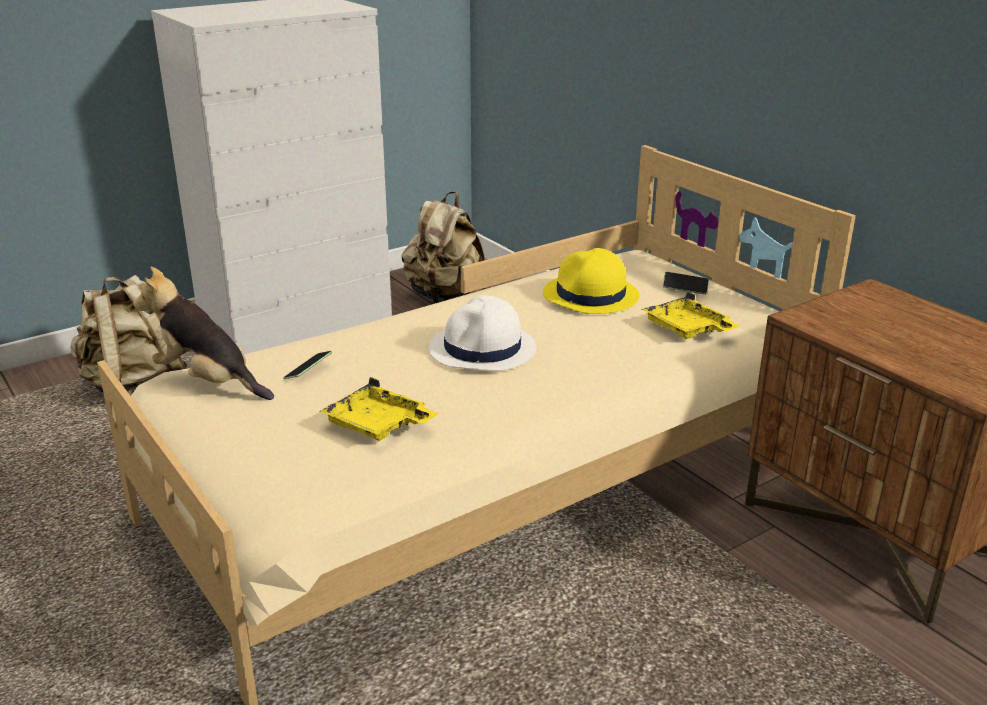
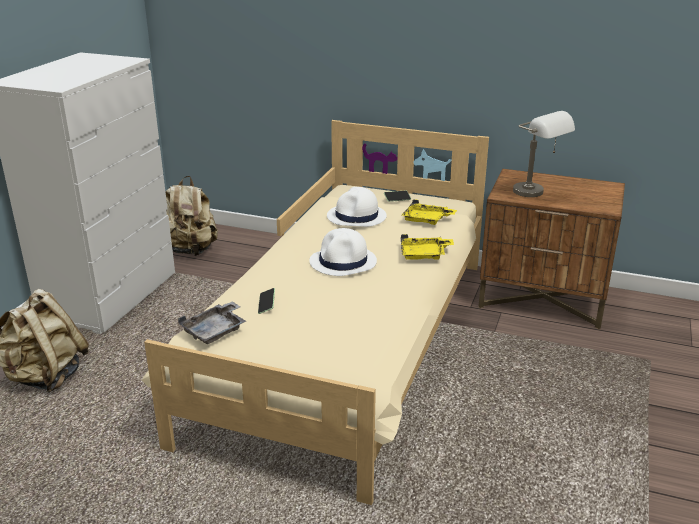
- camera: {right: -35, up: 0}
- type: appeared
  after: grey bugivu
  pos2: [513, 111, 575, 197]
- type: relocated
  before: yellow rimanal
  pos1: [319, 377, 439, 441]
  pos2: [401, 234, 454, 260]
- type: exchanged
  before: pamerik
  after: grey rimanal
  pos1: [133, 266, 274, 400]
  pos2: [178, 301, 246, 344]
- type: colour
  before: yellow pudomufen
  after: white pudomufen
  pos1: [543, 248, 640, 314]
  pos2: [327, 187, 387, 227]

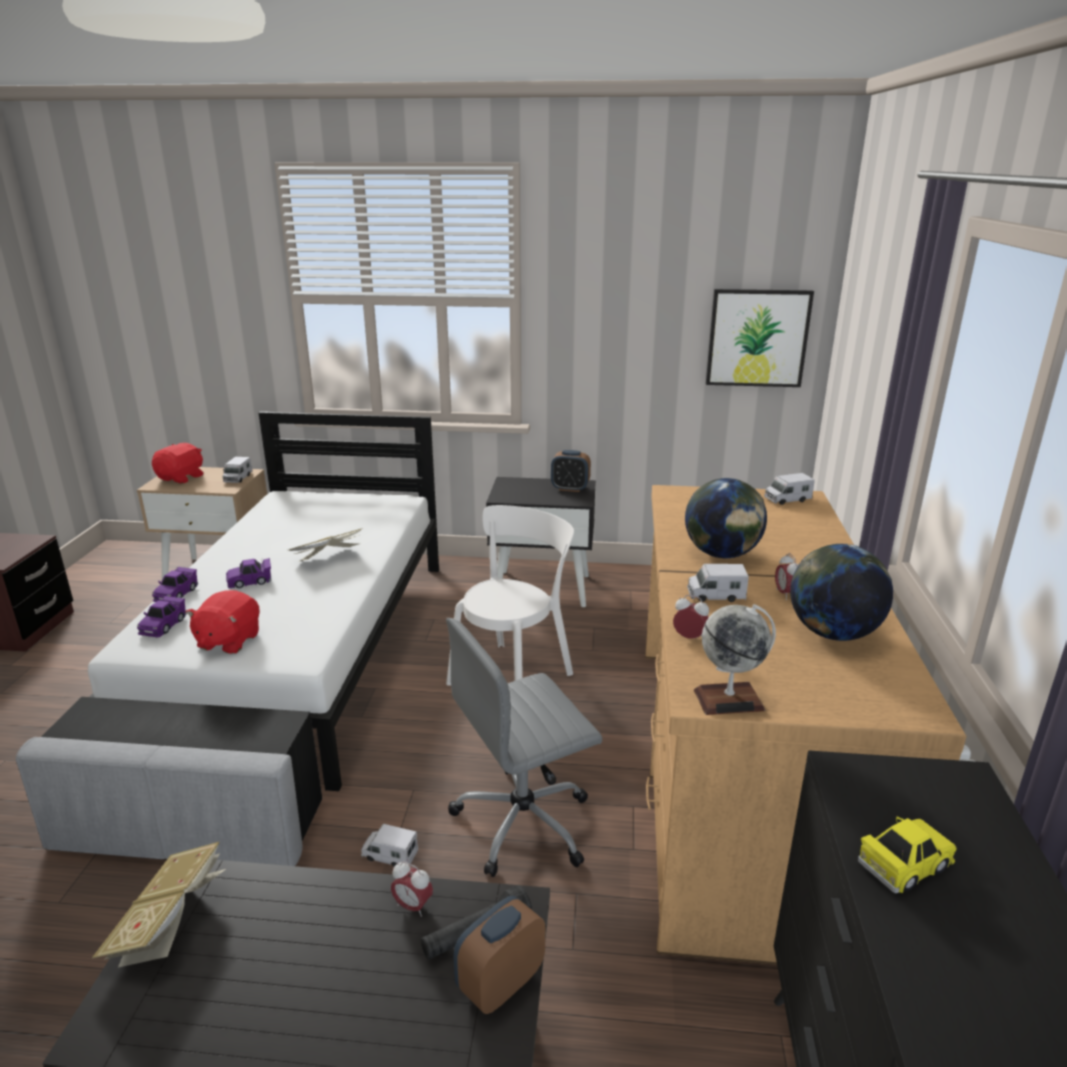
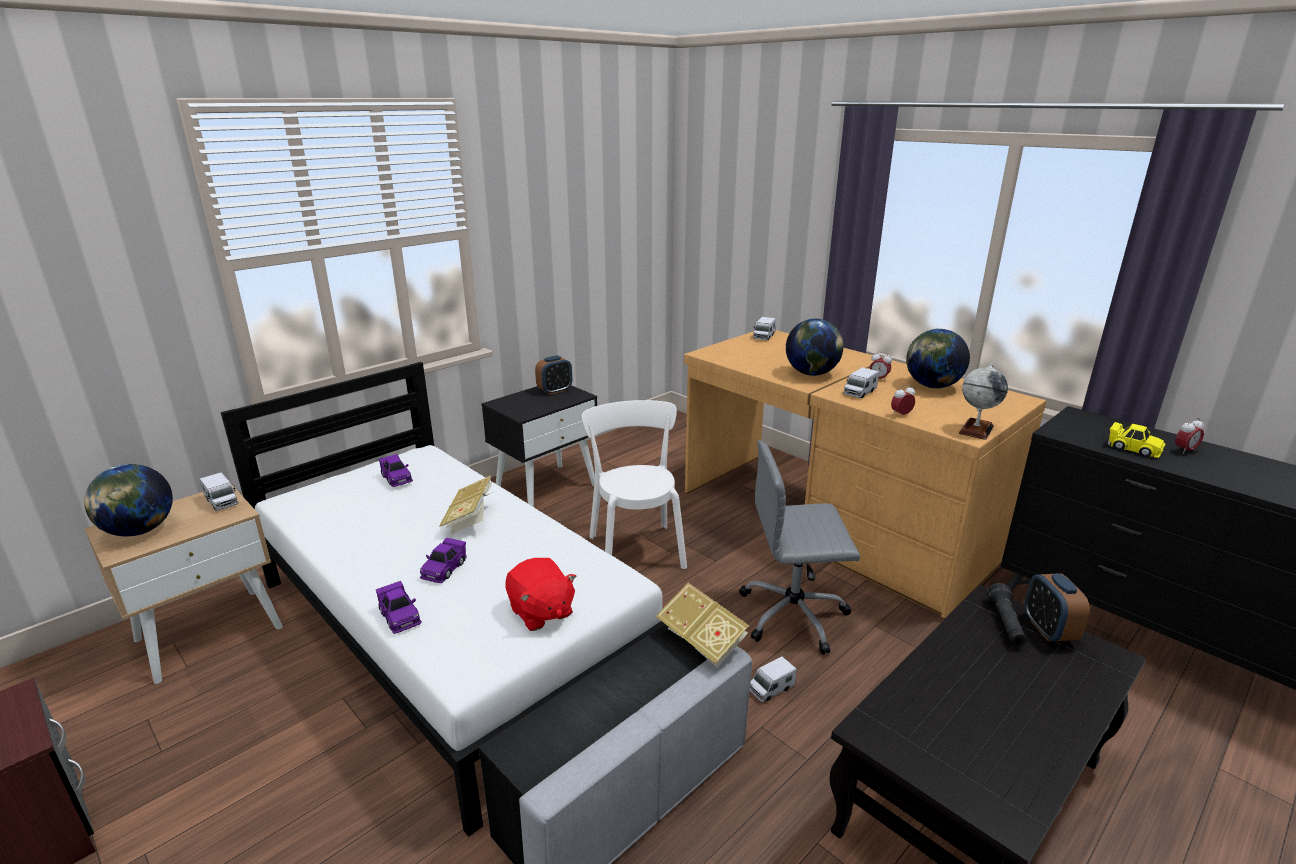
- camera: {right: -50, up: 0}
- type: missing
  before: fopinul
  pos1: [706, 289, 814, 387]
- type: relocated
  before: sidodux
  pos1: [92, 842, 226, 967]
  pos2: [656, 583, 749, 668]
- type: relocated
  before: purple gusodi
  pos1: [137, 596, 187, 637]
  pos2: [379, 454, 413, 487]
- type: relocated
  before: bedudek
  pos1: [391, 861, 433, 917]
  pos2: [1175, 418, 1204, 454]
- type: exchanged
  before: red pamerik
  after: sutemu
  pos1: [152, 443, 203, 484]
  pos2: [84, 464, 173, 536]
- type: spun
  before: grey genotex
  pos1: [446, 618, 602, 877]
  pos2: [739, 440, 860, 655]
  turn: 75
- type: spun
  before: yellow gusodi
  pos1: [858, 817, 957, 893]
  pos2: [1108, 422, 1166, 458]
  turn: 120

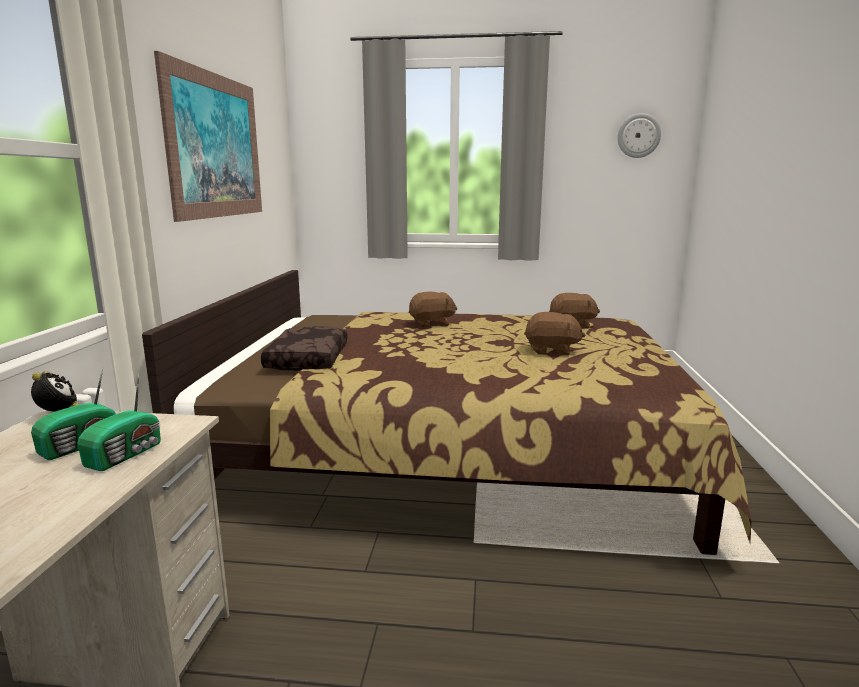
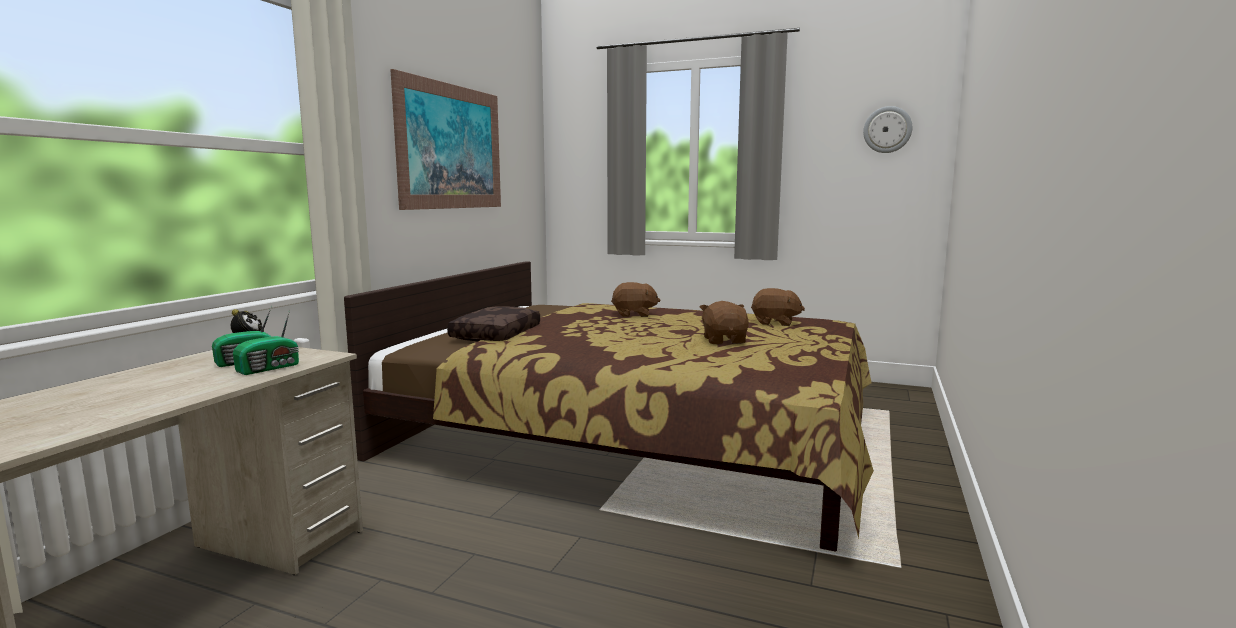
- camera: {right: 15, up: -5}
- type: spun
  before: brown pamerik
  pos1: [524, 312, 585, 356]
  pos2: [700, 301, 749, 344]
  turn: -120

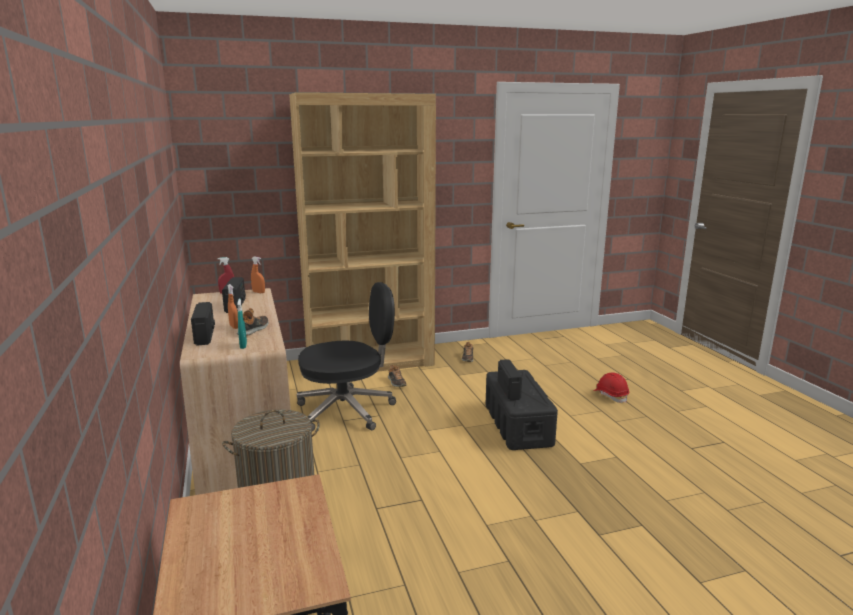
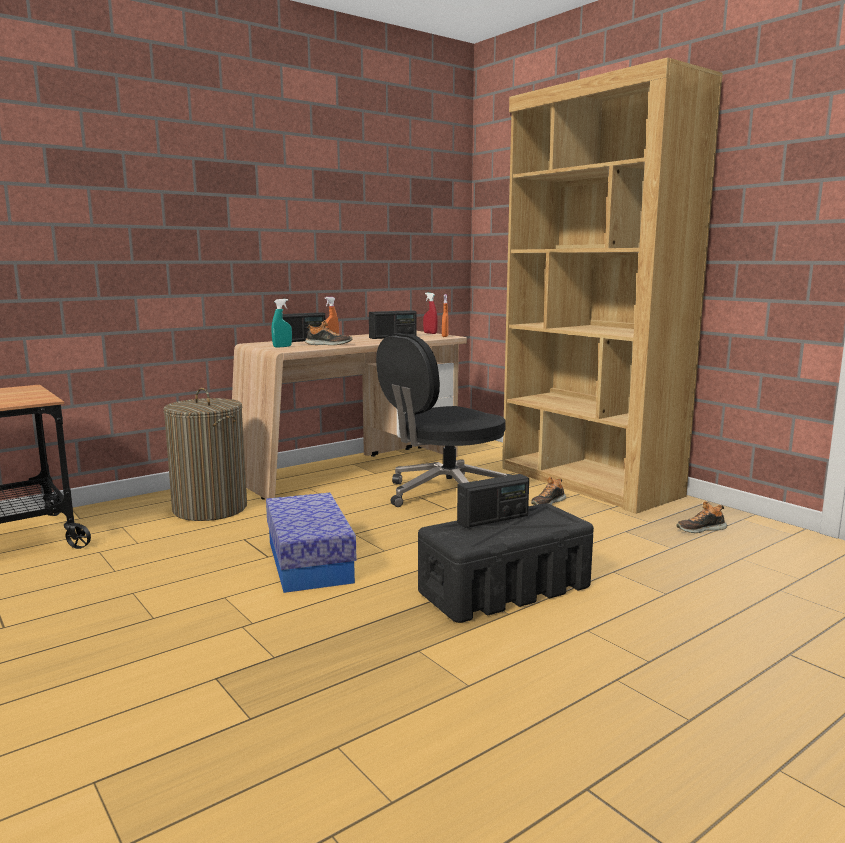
- camera: {right: 70, up: -5}
- type: missing
  before: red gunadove
  pos1: [593, 372, 629, 403]
- type: appeared
  after: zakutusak
  pos2: [266, 493, 357, 593]
- type: spun
  before: black genotex
  pos1: [297, 282, 396, 431]
  pos2: [376, 333, 511, 507]
  turn: 90

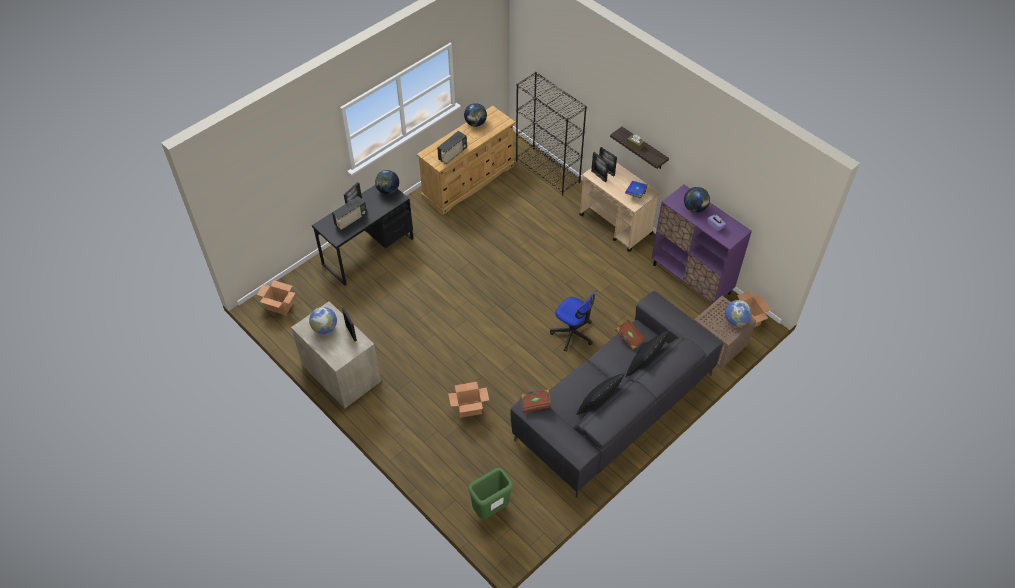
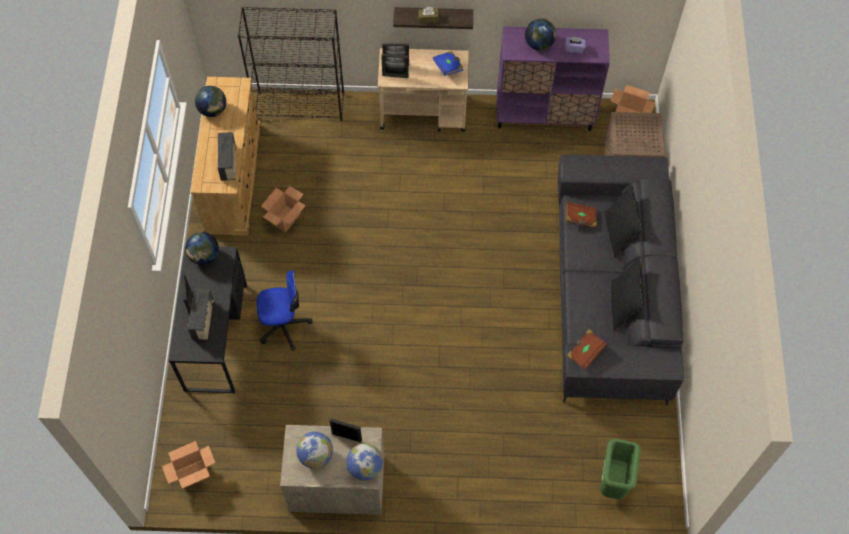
- camera: {right: -45, up: 10}
- type: relocated
  before: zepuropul
  pos1: [448, 382, 489, 418]
  pos2: [261, 186, 306, 233]
- type: relocated
  before: genotex
  pos1: [550, 291, 596, 352]
  pos2: [257, 270, 312, 351]
- type: relocated
  before: sutemu
  pos1: [725, 300, 752, 327]
  pos2: [346, 443, 383, 480]

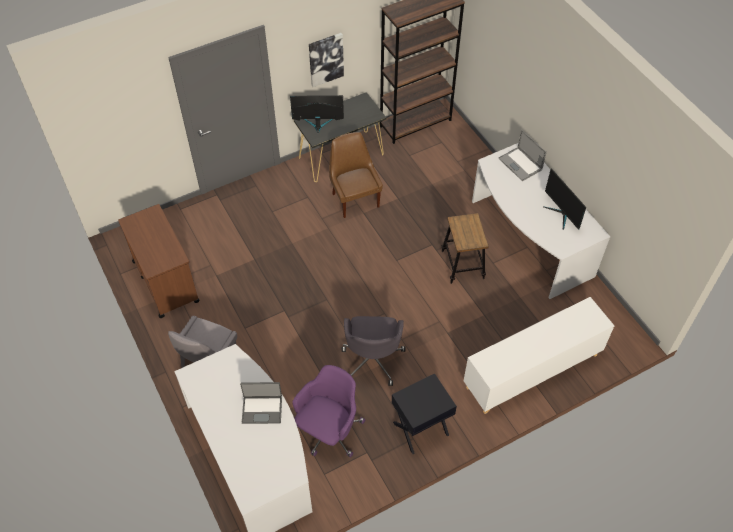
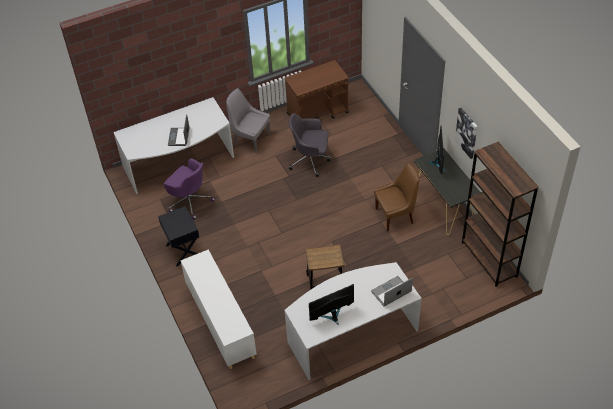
- camera: {right: 95, up: -5}
- type: relocated
  before: grey genotex
  pos1: [341, 316, 405, 386]
  pos2: [289, 113, 331, 177]

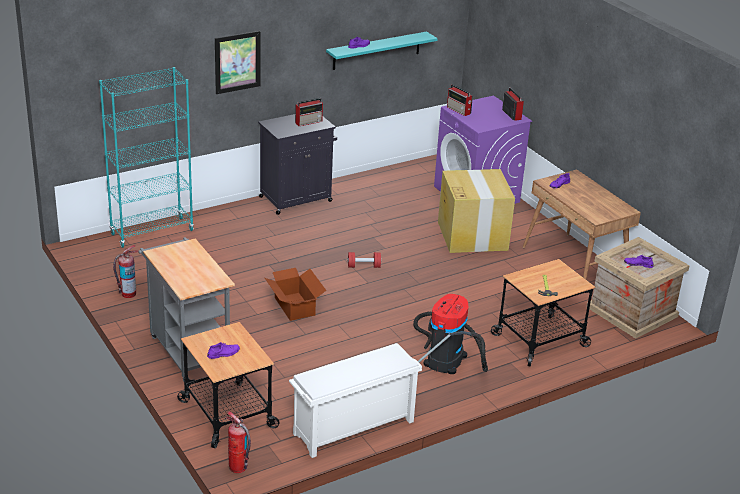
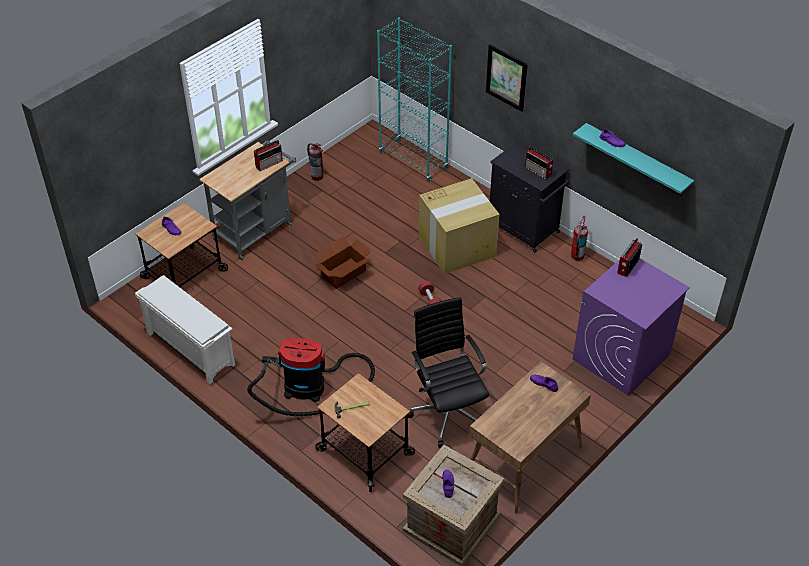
- camera: {right: 75, up: 15}
- type: appeared
  after: black genotex
  pos2: [408, 297, 489, 448]
- type: relocated
  before: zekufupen
  pos1: [226, 411, 251, 473]
  pos2: [571, 216, 588, 261]
- type: relocated
  before: zepuropul
  pos1: [438, 169, 515, 253]
  pos2: [419, 178, 500, 274]
- type: relocated
  before: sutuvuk
  pos1: [502, 88, 524, 121]
  pos2: [254, 140, 283, 171]

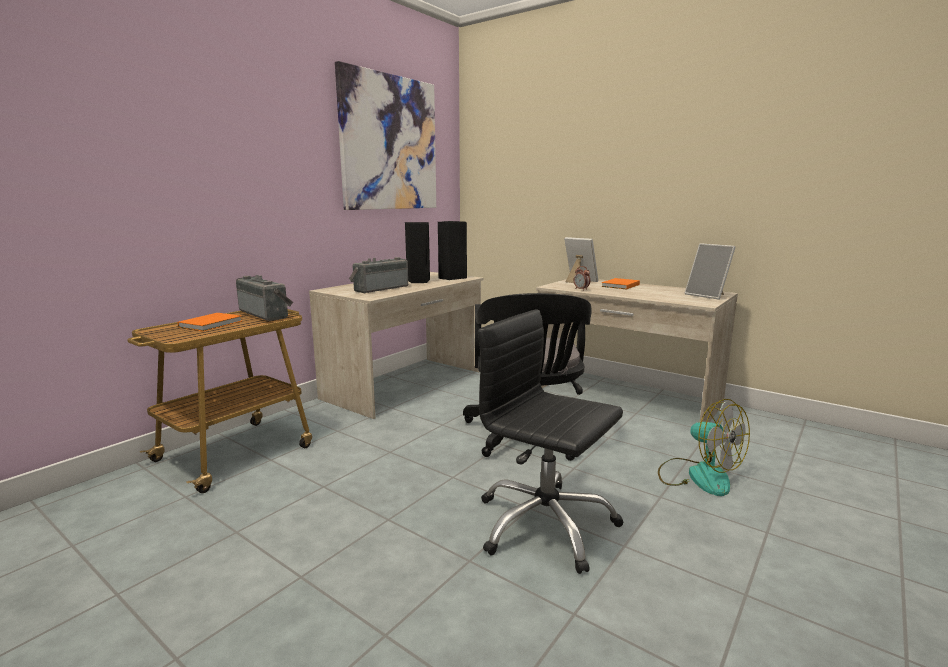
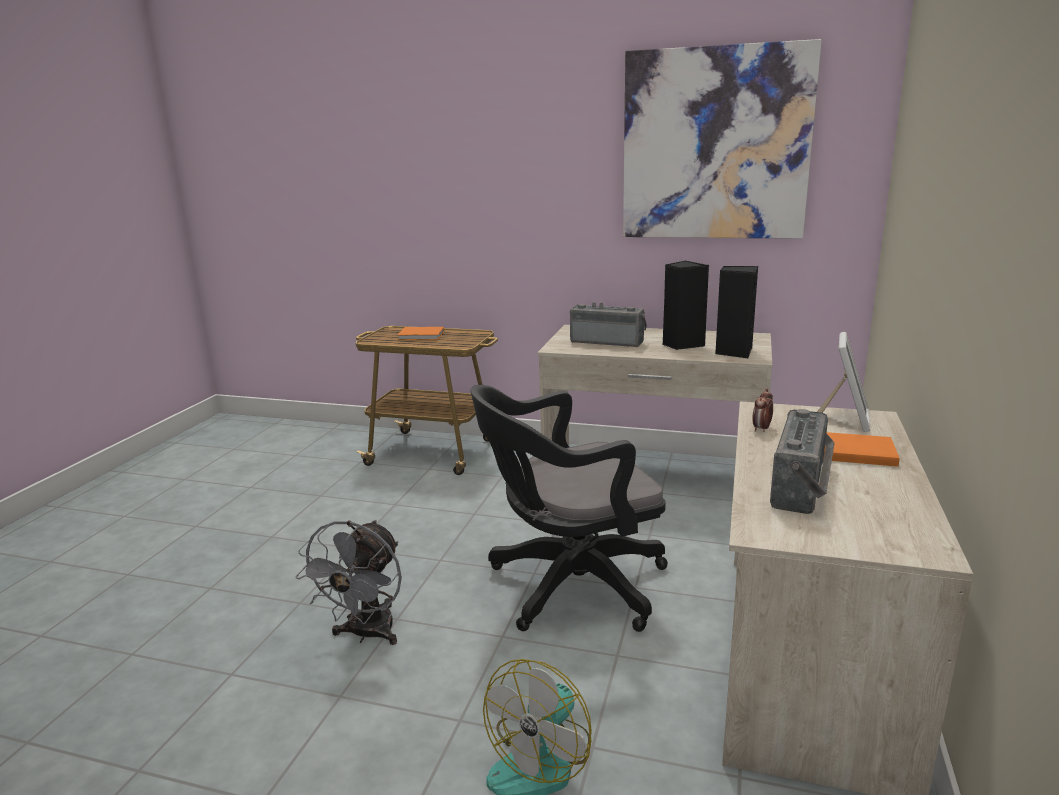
- camera: {right: 70, up: 5}
- type: missing
  before: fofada
  pos1: [684, 243, 736, 300]
- type: relocated
  before: sutuvuk
  pos1: [236, 275, 293, 321]
  pos2: [770, 409, 834, 514]
- type: exchanged
  before: black genotex
  after: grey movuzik
  pos1: [478, 309, 624, 574]
  pos2: [296, 520, 402, 645]

